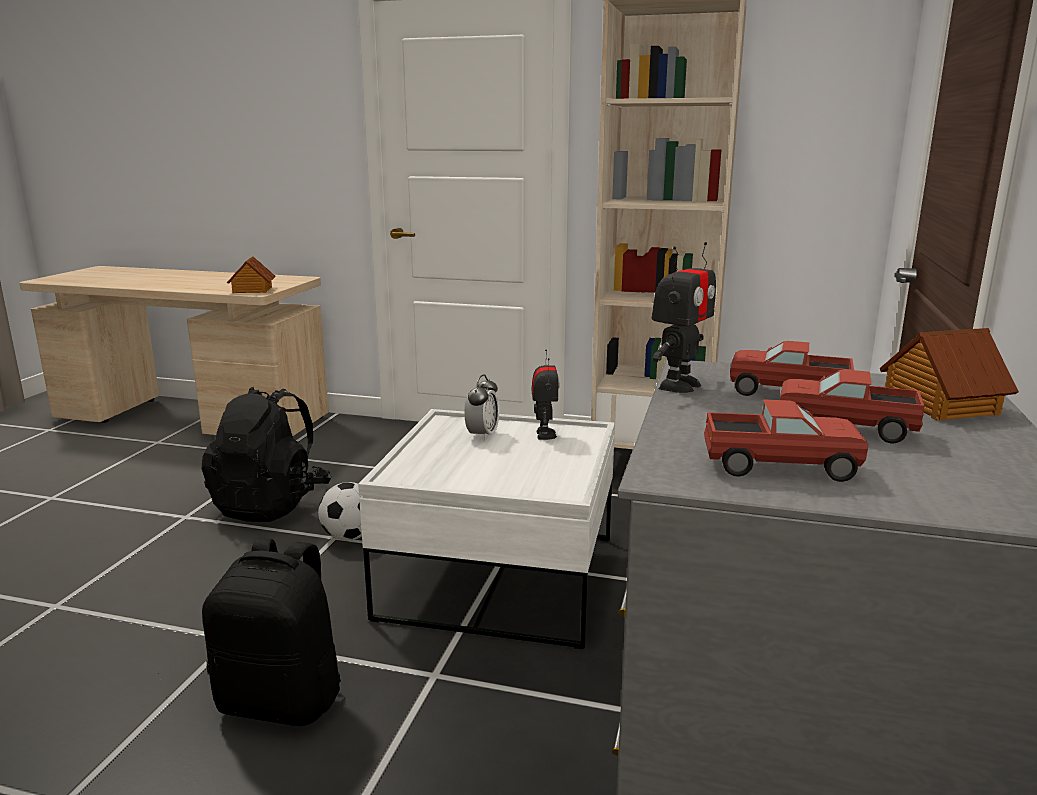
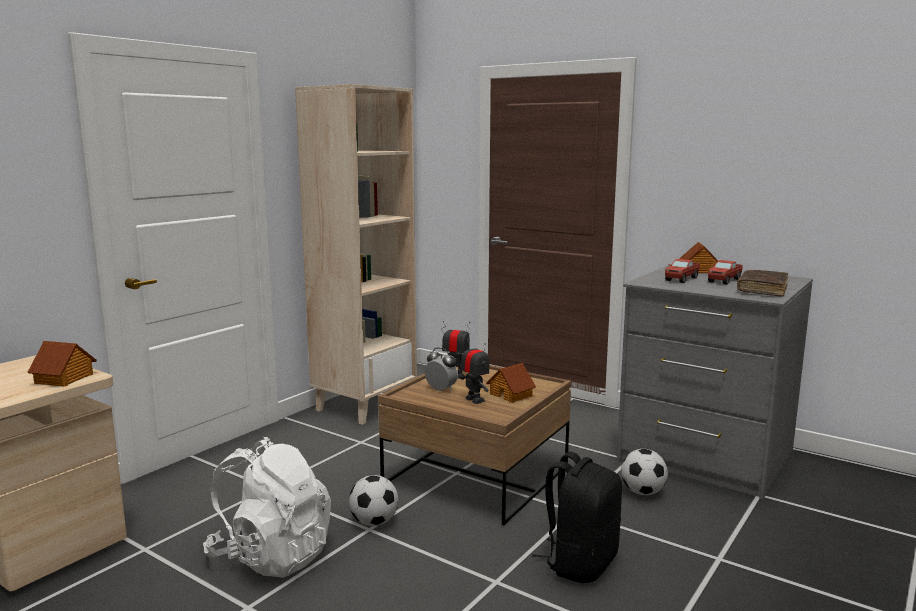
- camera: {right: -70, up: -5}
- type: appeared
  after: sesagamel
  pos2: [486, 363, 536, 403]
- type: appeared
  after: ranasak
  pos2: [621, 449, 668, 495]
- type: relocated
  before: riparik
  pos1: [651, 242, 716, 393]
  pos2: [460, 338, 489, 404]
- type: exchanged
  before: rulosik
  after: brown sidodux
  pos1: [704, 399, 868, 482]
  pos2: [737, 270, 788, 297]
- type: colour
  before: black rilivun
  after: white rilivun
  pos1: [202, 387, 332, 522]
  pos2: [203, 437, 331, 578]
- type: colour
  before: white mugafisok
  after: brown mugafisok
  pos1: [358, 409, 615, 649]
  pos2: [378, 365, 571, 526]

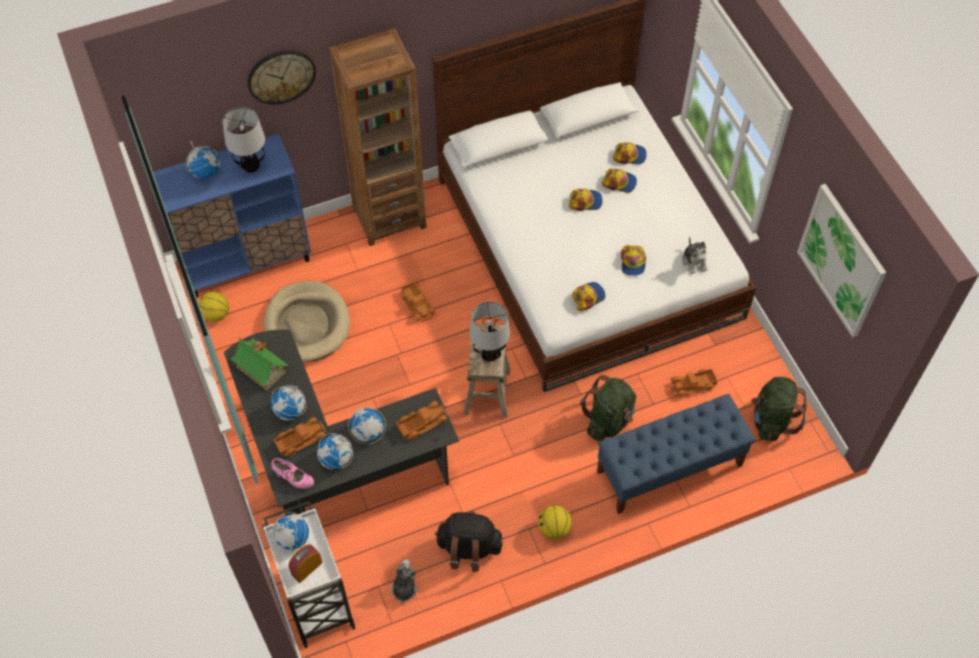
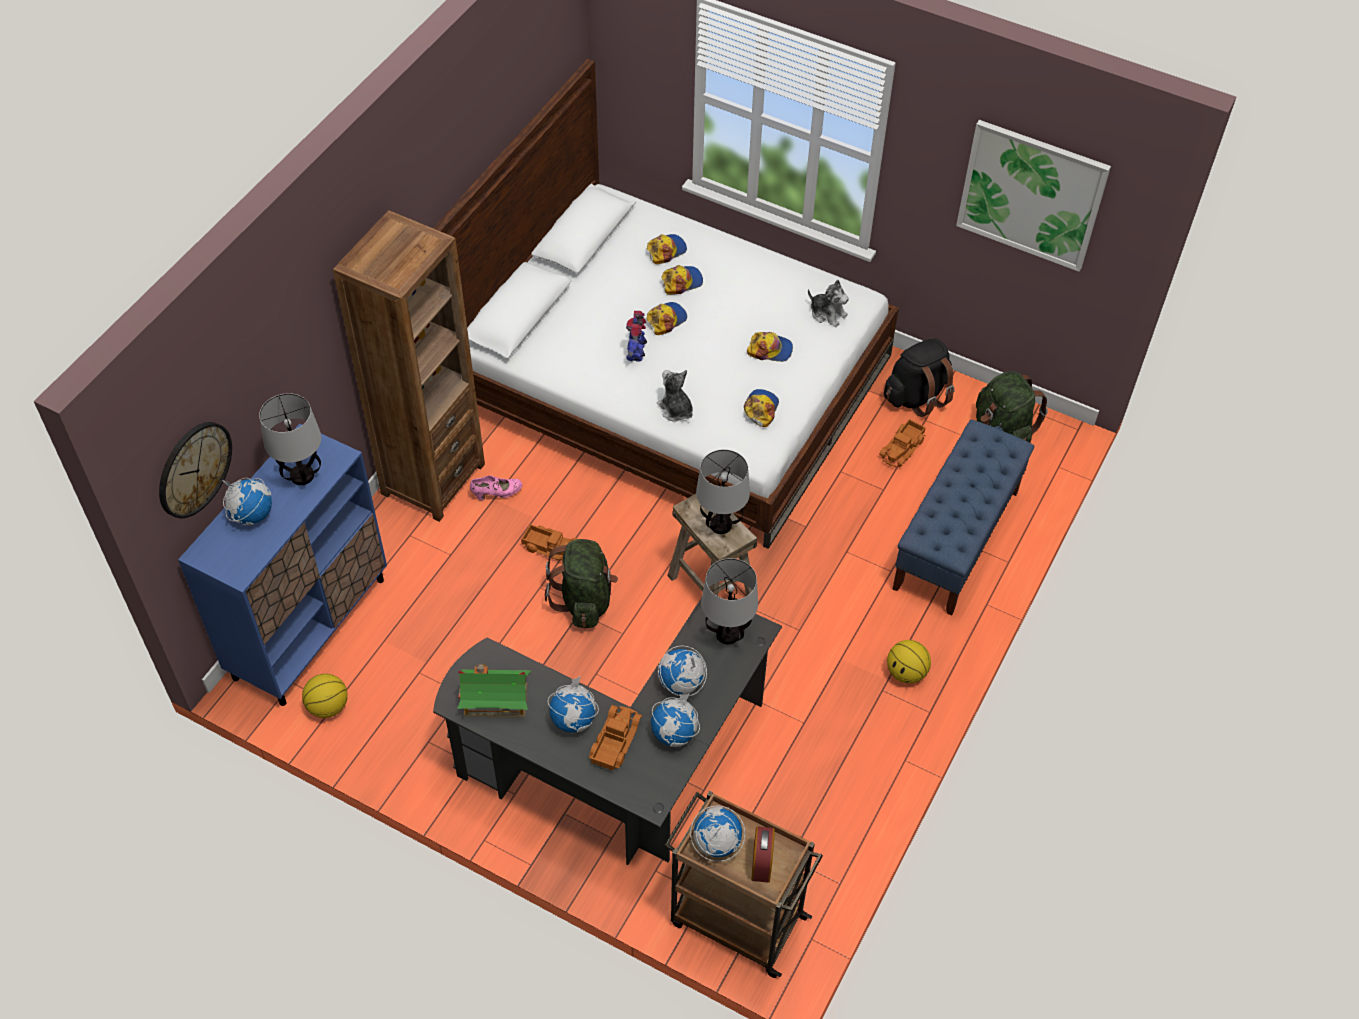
- camera: {right: -40, up: -5}
- type: missing
  before: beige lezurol
  pos1: [264, 281, 350, 362]
- type: appeared
  after: riparik
  pos2: [626, 311, 647, 362]
- type: relocated
  before: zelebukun
  pos1: [248, 50, 316, 104]
  pos2: [159, 422, 232, 518]
- type: relocated
  before: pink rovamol
  pos1: [271, 458, 314, 488]
  pos2: [470, 475, 522, 500]
- type: relocated
  before: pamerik
  pos1: [391, 559, 418, 604]
  pos2: [657, 370, 693, 422]
- type: relocated
  before: black rilivun
  pos1: [435, 511, 503, 572]
  pos2: [884, 339, 955, 417]
- type: relocated
  before: green rilivun
  pos1: [580, 375, 636, 442]
  pos2: [545, 539, 618, 628]
- type: exchanged
  before: rulosik
  after: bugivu
  pos1: [396, 401, 448, 440]
  pos2: [701, 558, 758, 644]
- type: colour
  before: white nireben
  after: brown nireben
  pos1: [262, 501, 355, 648]
  pos2: [664, 790, 823, 978]
- type: spun
  before: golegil
  pos1: [621, 245, 646, 276]
  pos2: [747, 332, 793, 362]
  turn: -45

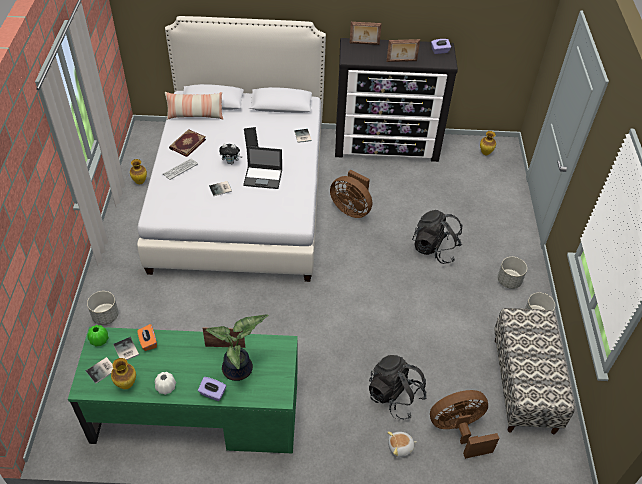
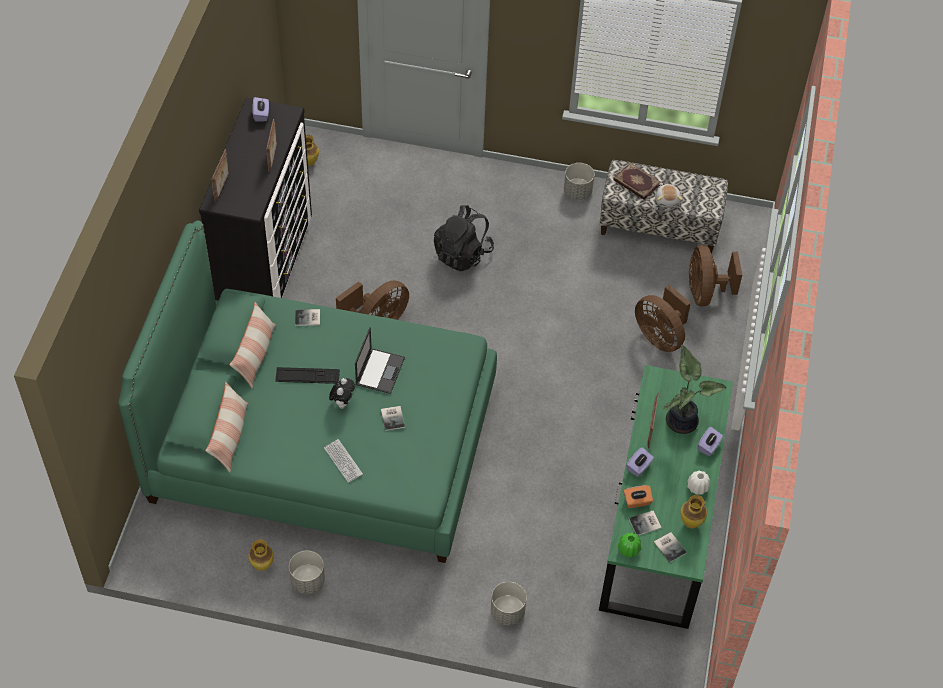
- camera: {right: -80, up: 5}
- type: appeared
  after: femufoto
  pos2: [229, 302, 276, 389]
- type: appeared
  after: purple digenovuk
  pos2: [626, 447, 654, 477]
- type: relocated
  before: sidodux
  pos1: [169, 129, 206, 157]
  pos2: [614, 163, 661, 200]
- type: relocated
  before: pamerik
  pos1: [387, 432, 417, 457]
  pos2: [655, 184, 683, 208]
- type: relocated
  before: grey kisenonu
  pos1: [498, 257, 527, 289]
  pos2: [289, 550, 325, 594]
- type: exchanged
  before: black rilivun
  after: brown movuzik
  pos1: [369, 355, 427, 420]
  pos2: [635, 284, 691, 352]
- type: colour
  before: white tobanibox
  after: green tobanibox
  pos1: [137, 16, 326, 282]
  pos2: [118, 221, 497, 563]

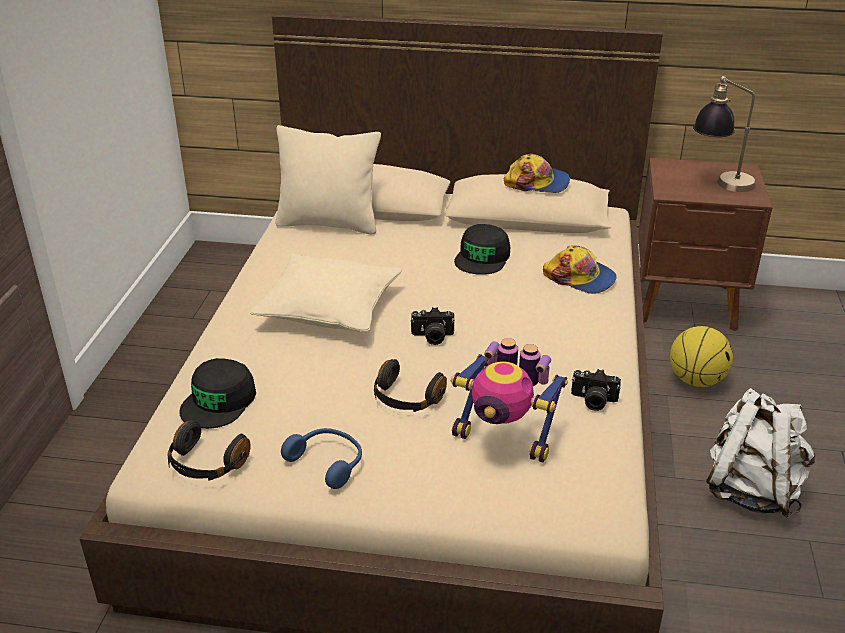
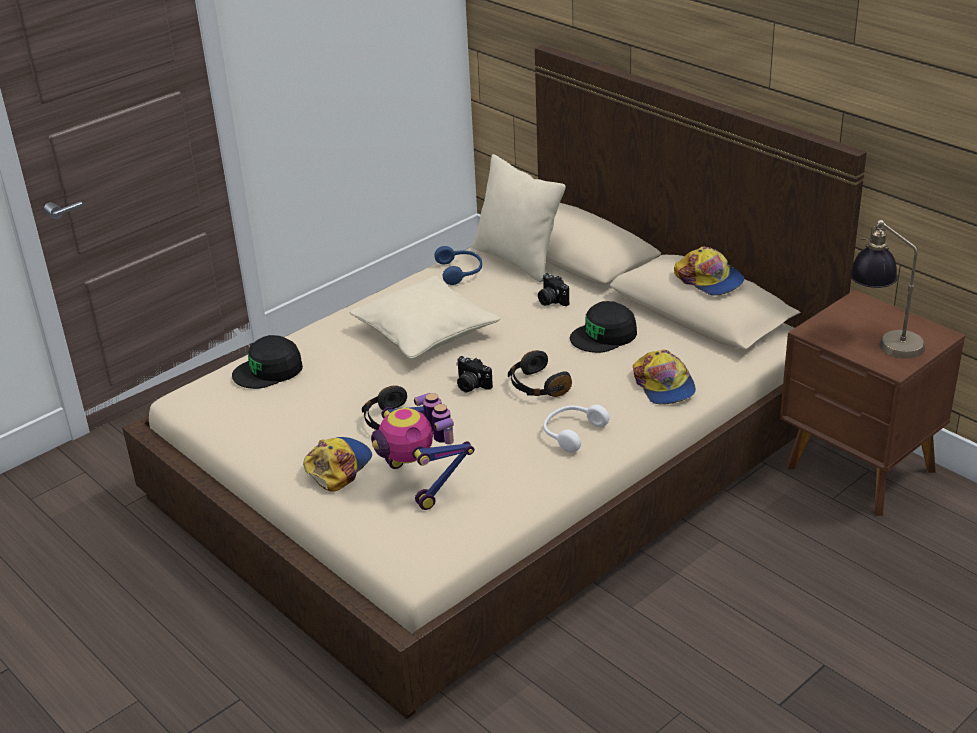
- camera: {right: 40, up: 0}
- type: missing
  before: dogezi
  pos1: [670, 326, 733, 387]
- type: missing
  before: white rilivun
  pos1: [706, 388, 815, 518]
- type: appeared
  after: golegil
  pos2: [303, 437, 372, 492]
- type: appeared
  after: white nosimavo
  pos2: [544, 405, 610, 453]
- type: relocated
  before: black nosimavo
  pos1: [168, 420, 250, 481]
  pos2: [508, 350, 572, 397]
- type: relocated
  before: blue nosimavo
  pos1: [281, 428, 362, 489]
  pos2: [434, 246, 482, 285]
- type: relocated
  before: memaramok
  pos1: [571, 369, 621, 411]
  pos2: [538, 273, 569, 306]

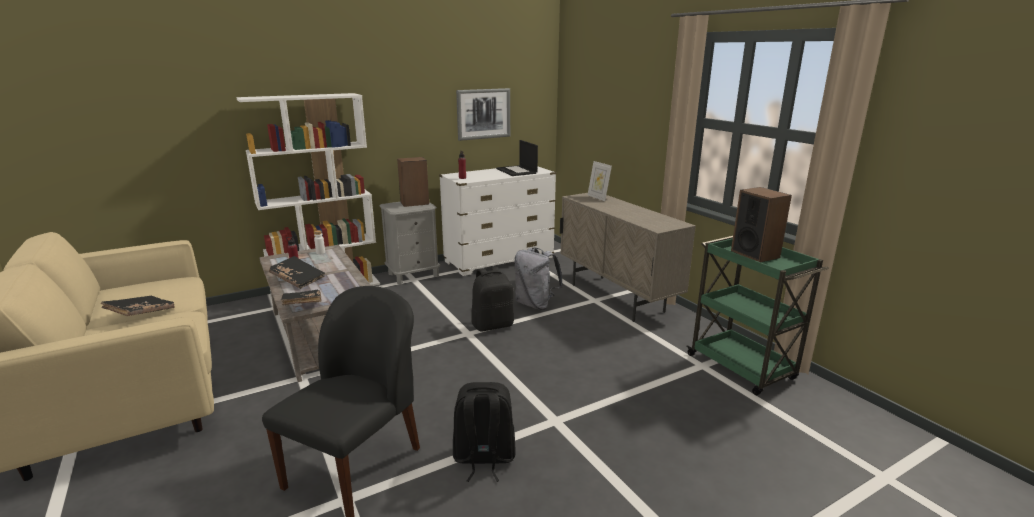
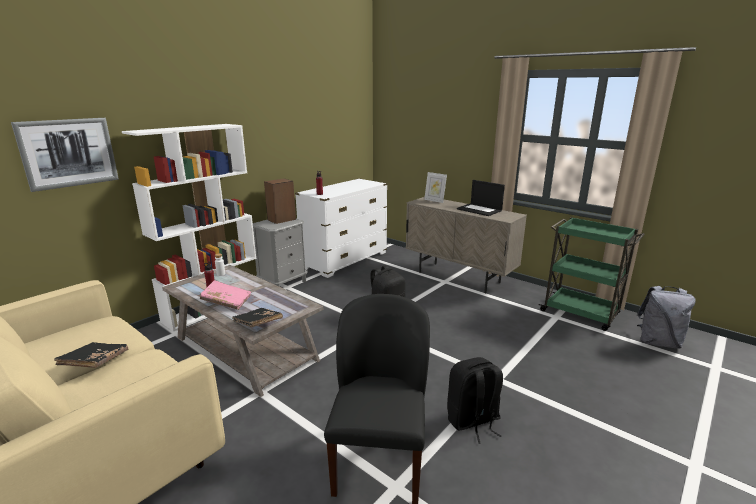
- camera: {right: -20, up: 0}
- type: missing
  before: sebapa
  pos1: [731, 187, 792, 262]
- type: relocated
  before: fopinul
  pos1: [456, 88, 510, 141]
  pos2: [11, 118, 119, 192]
- type: relocated
  before: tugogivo
  pos1: [496, 140, 538, 176]
  pos2: [457, 180, 505, 216]
- type: relocated
  before: grey rilivun
  pos1: [515, 248, 563, 310]
  pos2: [637, 286, 696, 349]
- type: colour
  before: black sidodux
  after: pink sidodux
  pos1: [269, 256, 325, 289]
  pos2: [200, 280, 251, 310]

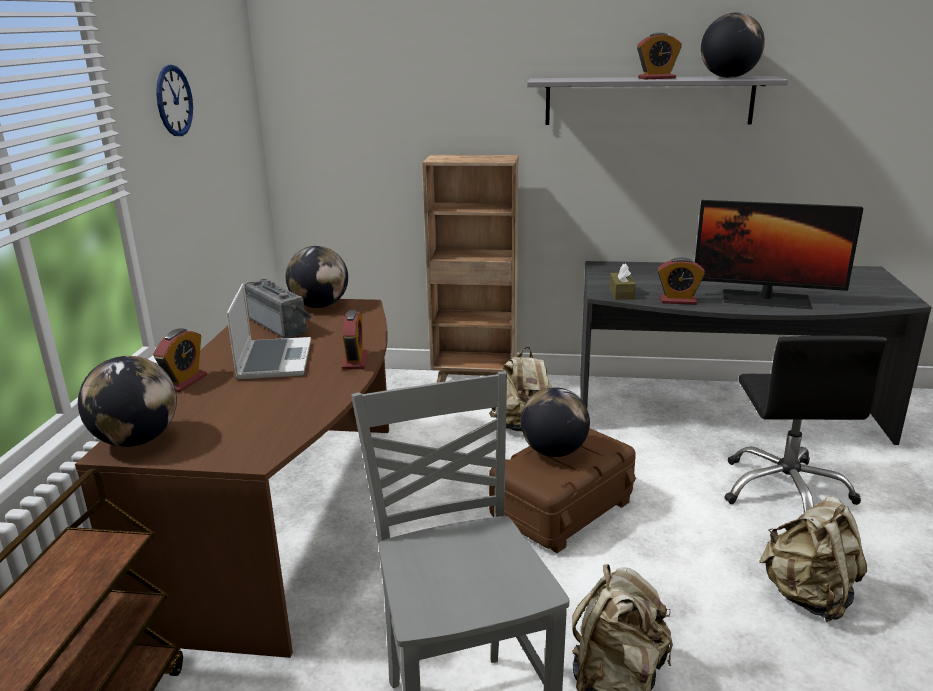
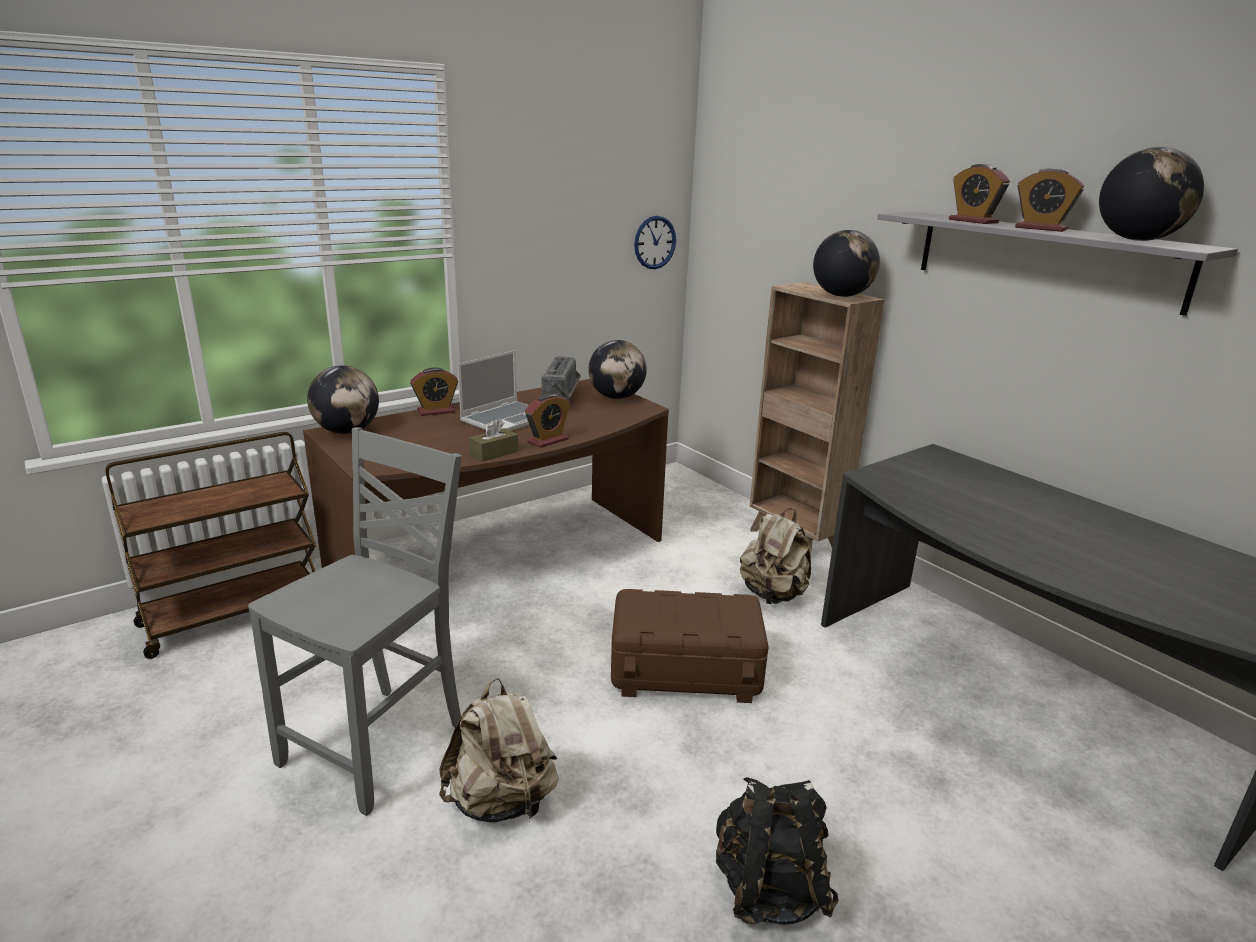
- camera: {right: 45, up: 0}
- type: missing
  before: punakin
  pos1: [695, 200, 863, 309]
- type: missing
  before: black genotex
  pos1: [724, 336, 887, 513]
- type: relocated
  before: zelebukun
  pos1: [156, 65, 193, 136]
  pos2: [634, 216, 676, 269]
- type: relocated
  before: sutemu
  pos1: [521, 387, 590, 457]
  pos2: [813, 230, 880, 297]
- type: relocated
  before: brown digenovuk
  pos1: [609, 263, 636, 300]
  pos2: [469, 419, 518, 462]
- type: relocated
  before: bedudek
  pos1: [657, 257, 705, 305]
  pos2: [949, 164, 1010, 224]
- type: colour
  before: beige rilivun
  after: black rilivun
  pos1: [759, 496, 867, 622]
  pos2: [716, 777, 839, 925]

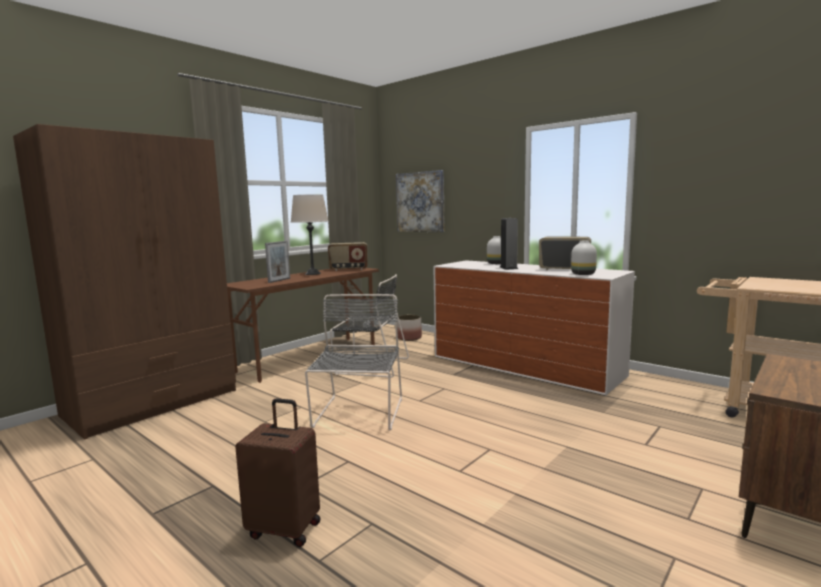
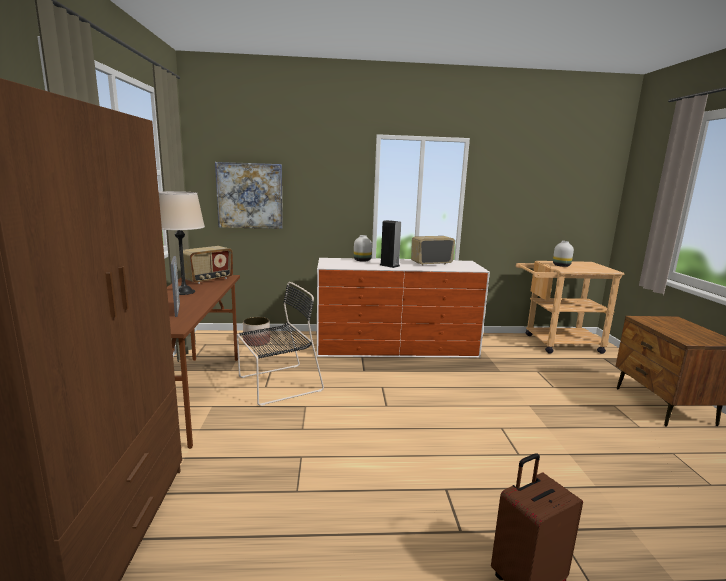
- camera: {right: -45, up: 5}
- type: missing
  before: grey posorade
  pos1: [305, 294, 402, 430]
- type: relocated
  before: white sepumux
  pos1: [571, 241, 597, 275]
  pos2: [553, 241, 574, 267]

